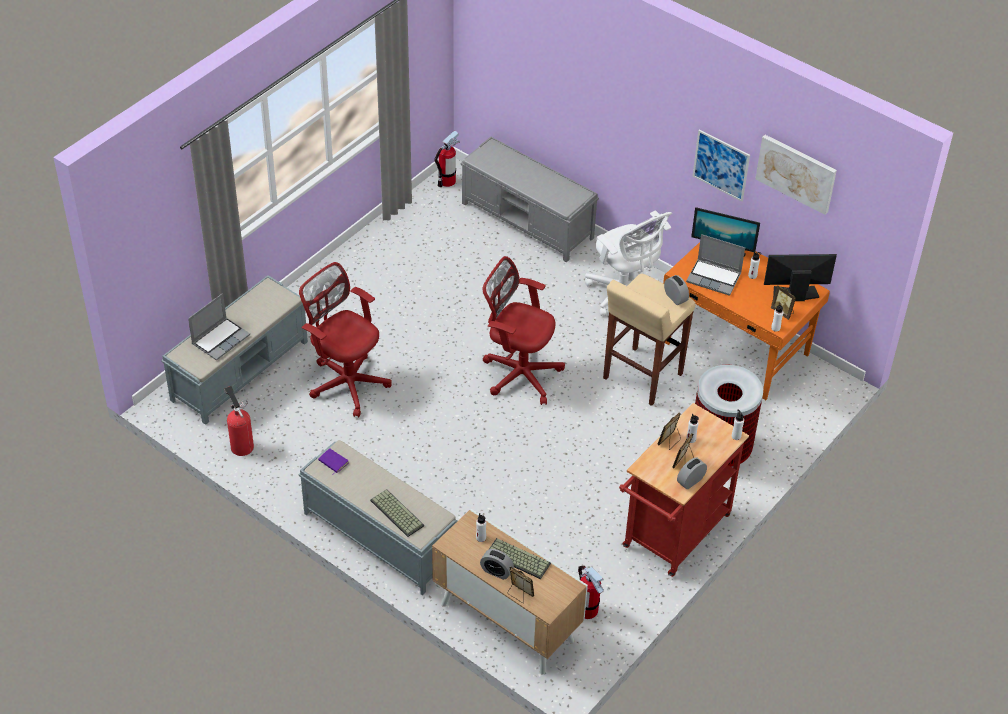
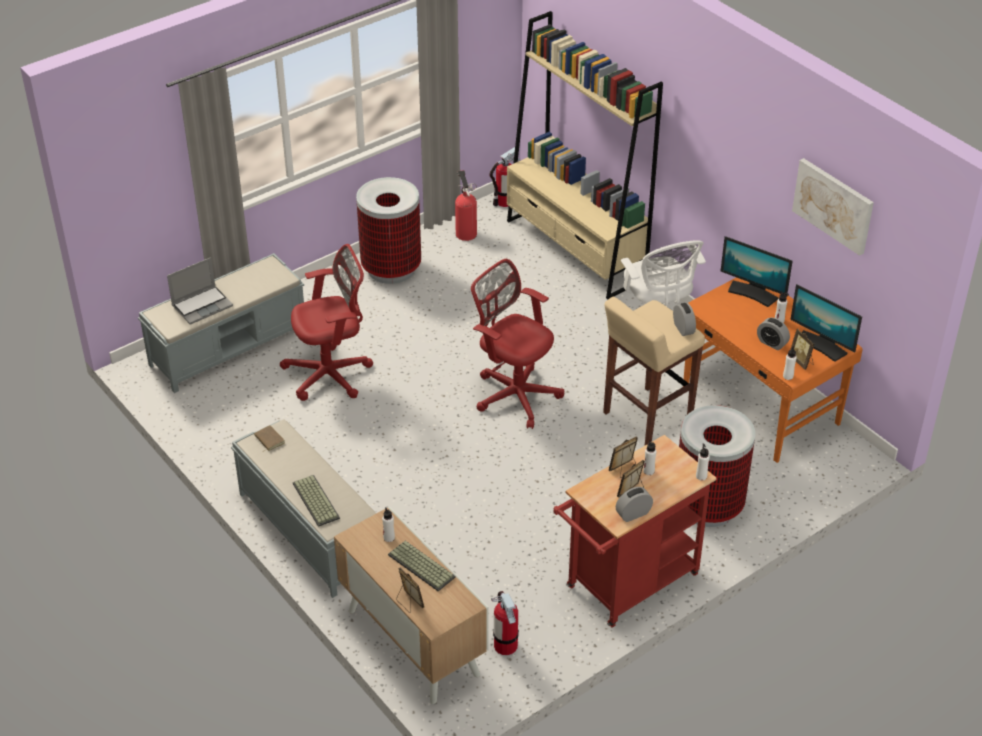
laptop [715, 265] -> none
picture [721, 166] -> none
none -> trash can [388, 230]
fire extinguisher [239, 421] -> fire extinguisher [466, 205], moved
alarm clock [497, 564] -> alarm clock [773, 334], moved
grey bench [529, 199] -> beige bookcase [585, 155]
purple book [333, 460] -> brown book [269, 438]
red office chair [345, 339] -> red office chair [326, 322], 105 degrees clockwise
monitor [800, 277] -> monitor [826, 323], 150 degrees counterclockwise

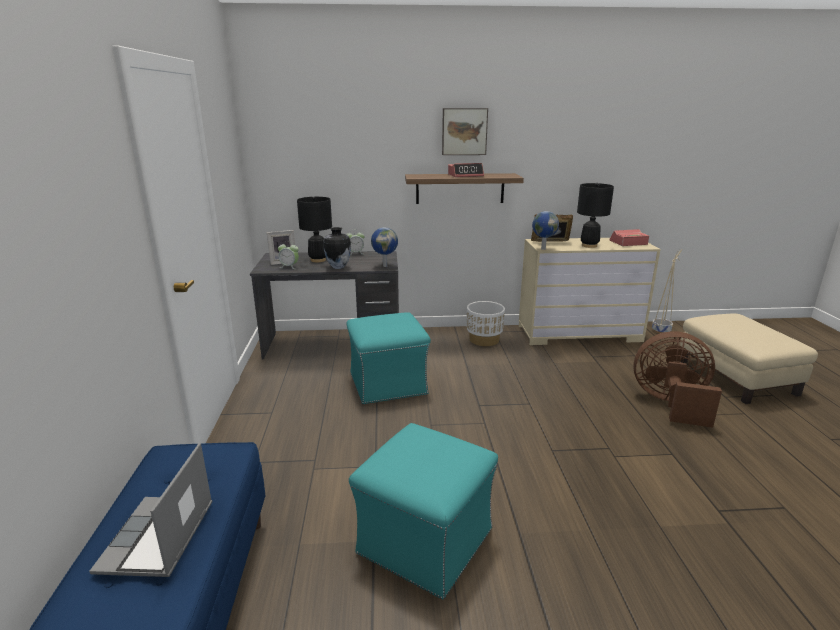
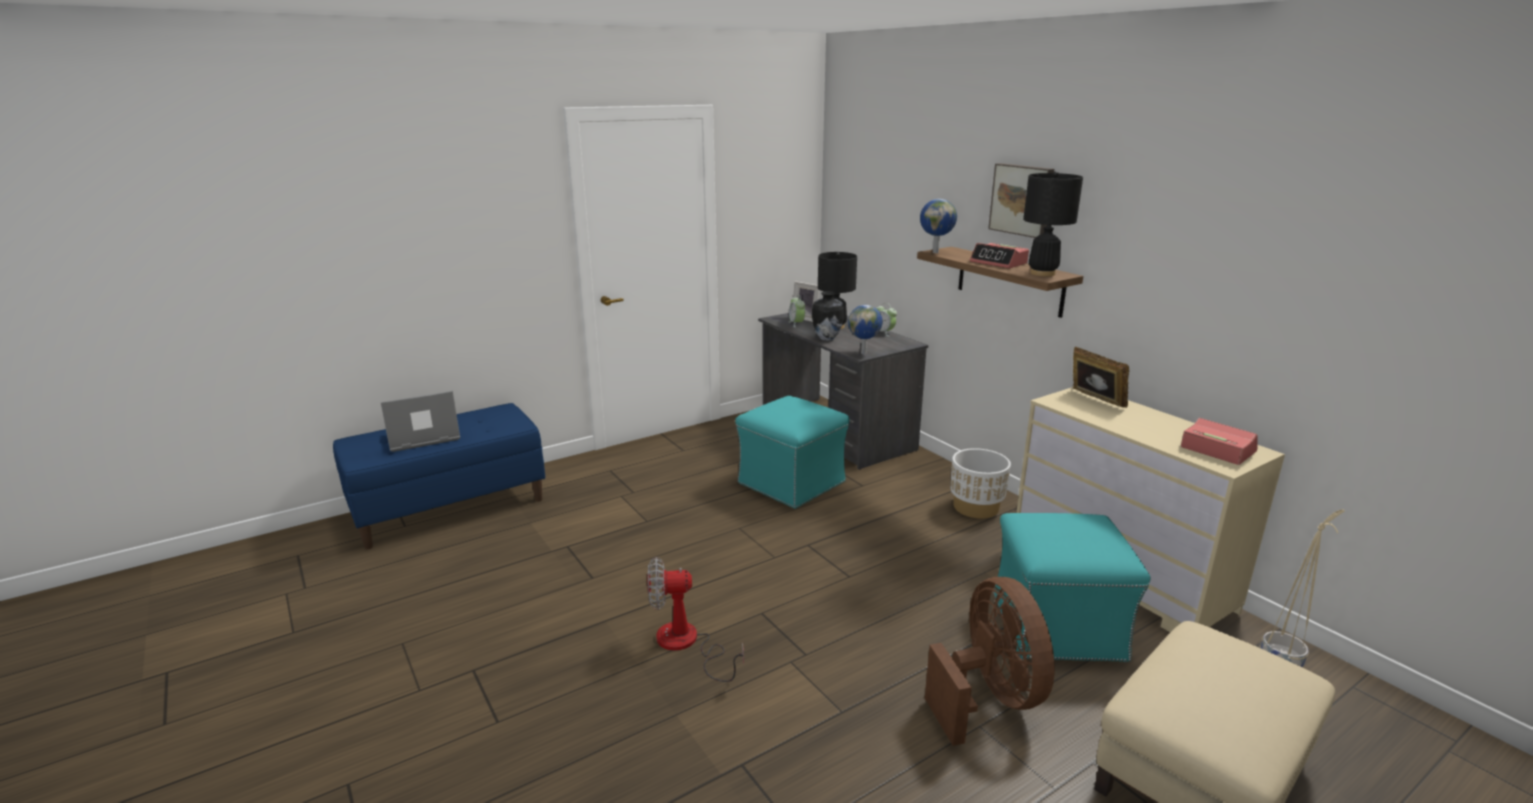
none -> fan [695, 619]
turquoise ottoman [423, 511] -> turquoise ottoman [1071, 587], moved
globe [545, 230] -> globe [938, 226], moved
black table lamp [595, 215] -> black table lamp [1053, 223], moved

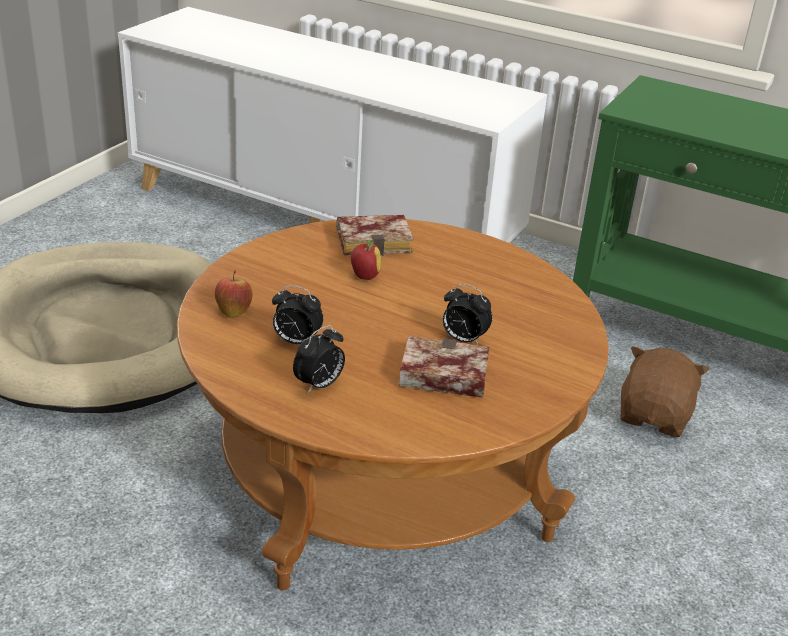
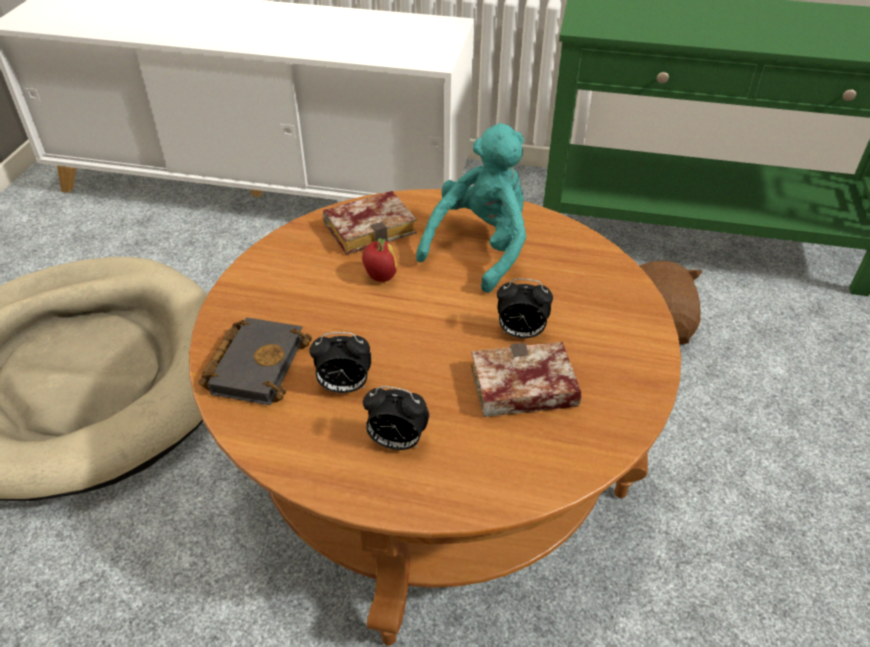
none -> turquoise plush toy [471, 208]
apple [233, 294] -> black book [255, 361]
alarm clock [319, 359] -> alarm clock [396, 418], 75 degrees clockwise

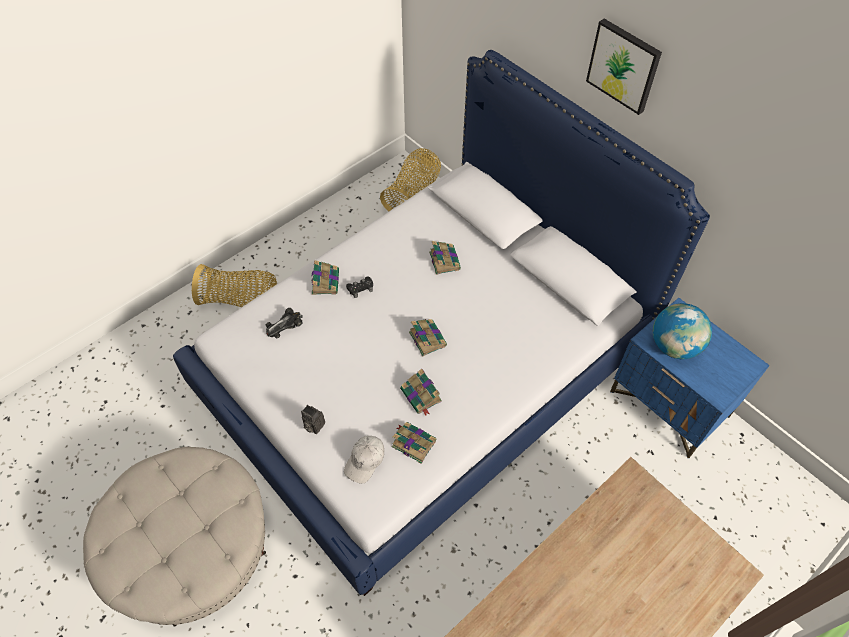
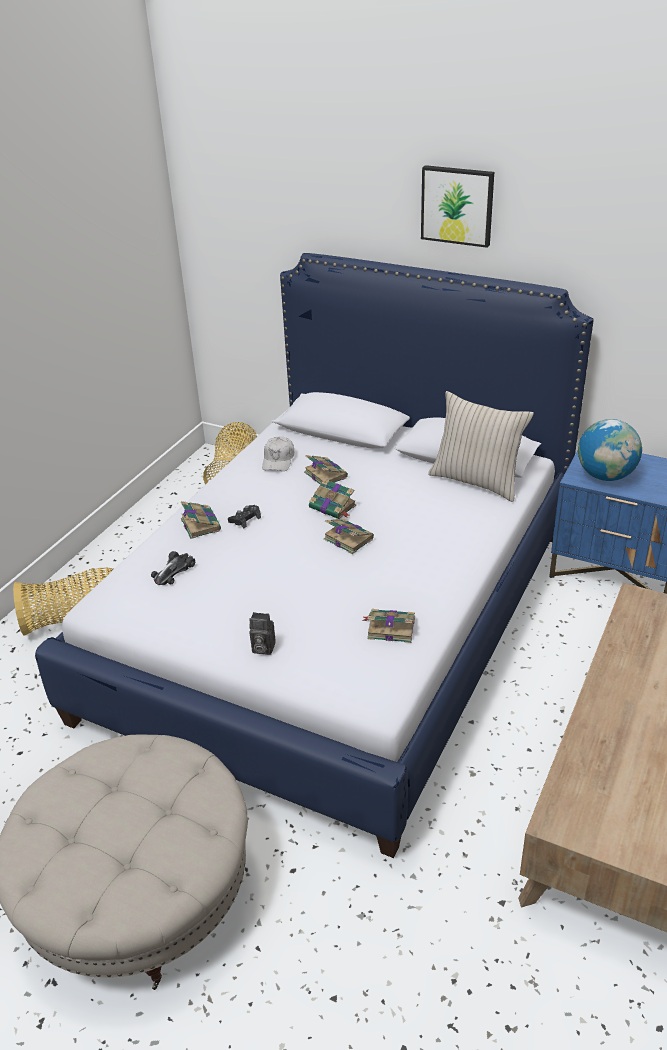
none -> beige pillow [481, 446]
white cap [364, 460] -> white cap [278, 453], moved
book [421, 392] -> book [332, 499], moved

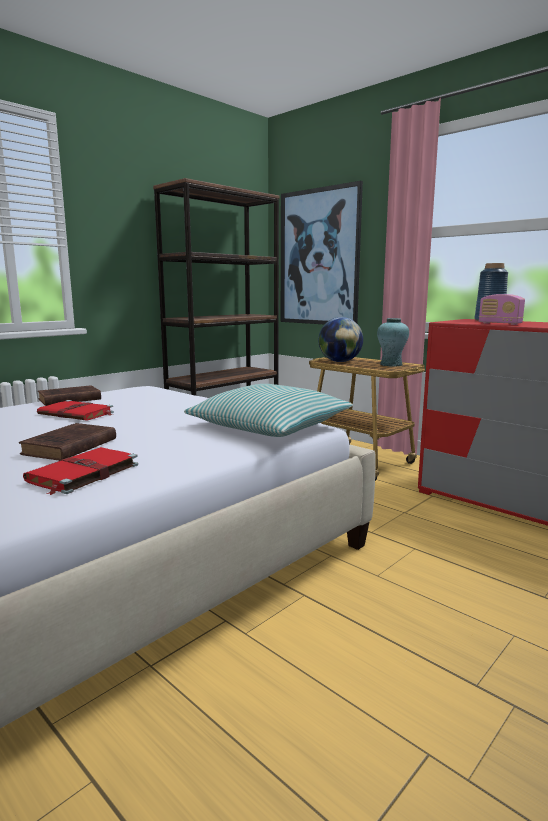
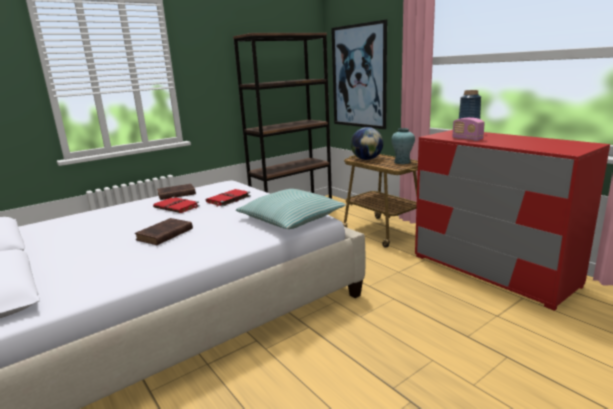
red book [80, 471] -> red book [228, 198], moved

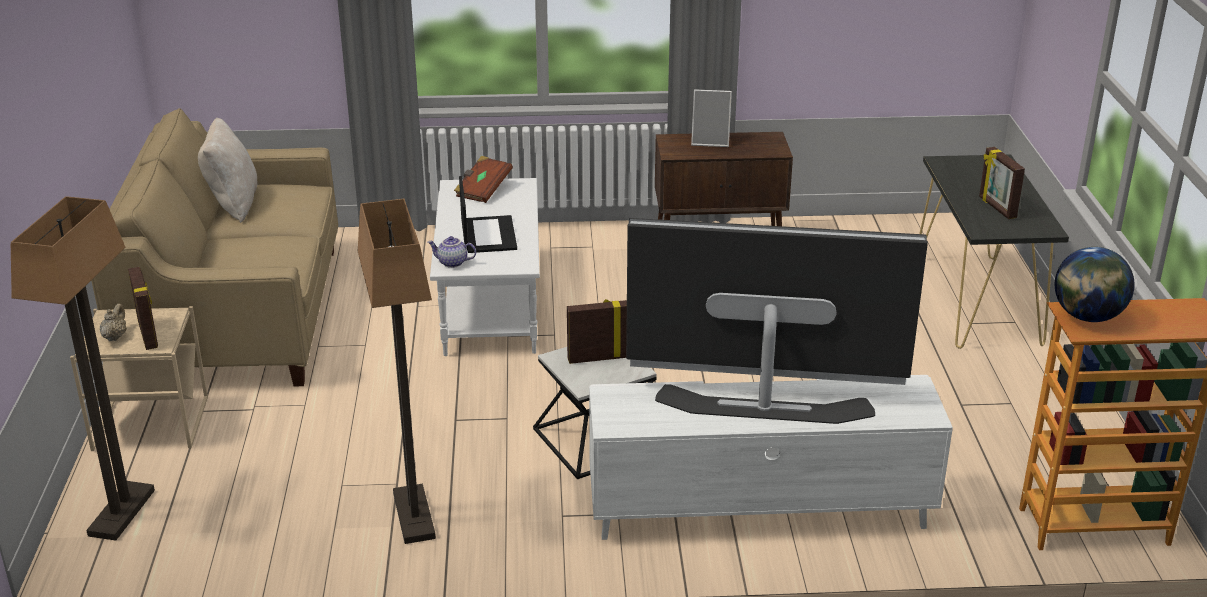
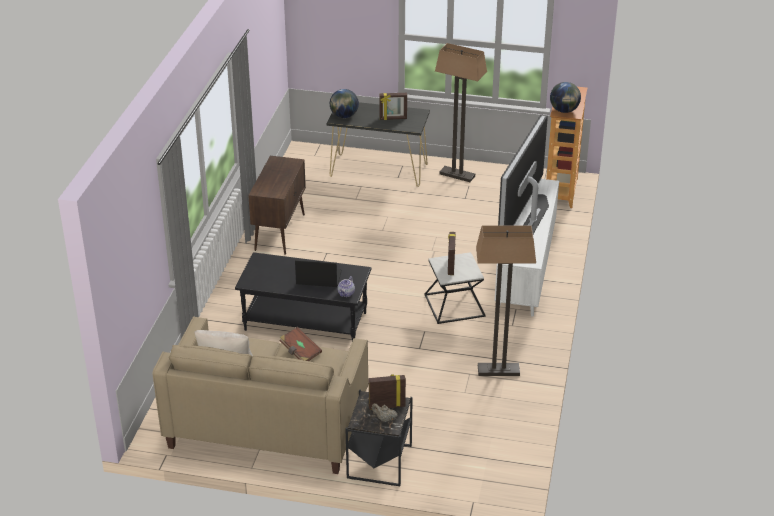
picture frame [711, 118] -> none
none -> globe [344, 103]
floor lamp [83, 368] -> floor lamp [461, 112], moved
brown book [483, 179] -> brown book [300, 344], moved
beige side table [139, 378] -> black side table [379, 437]
white coffee table [485, 267] -> black coffee table [303, 296]

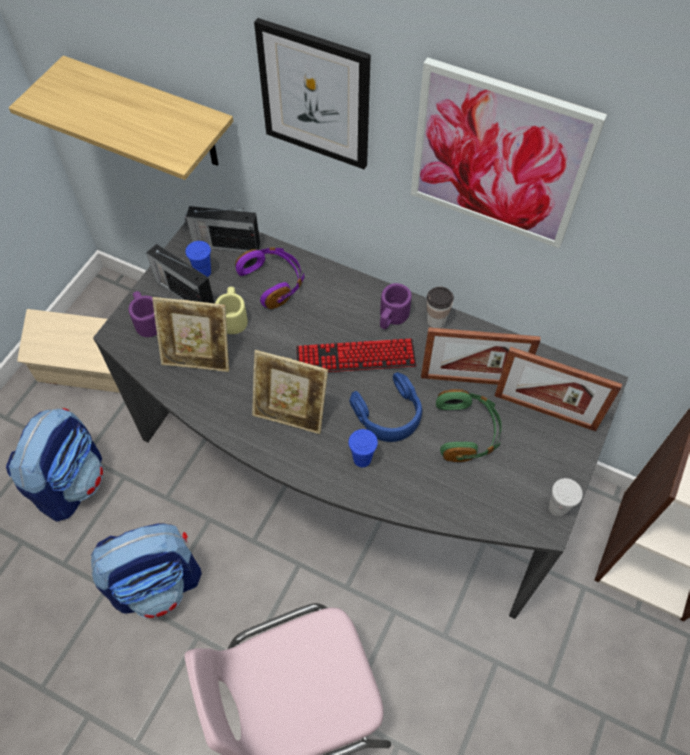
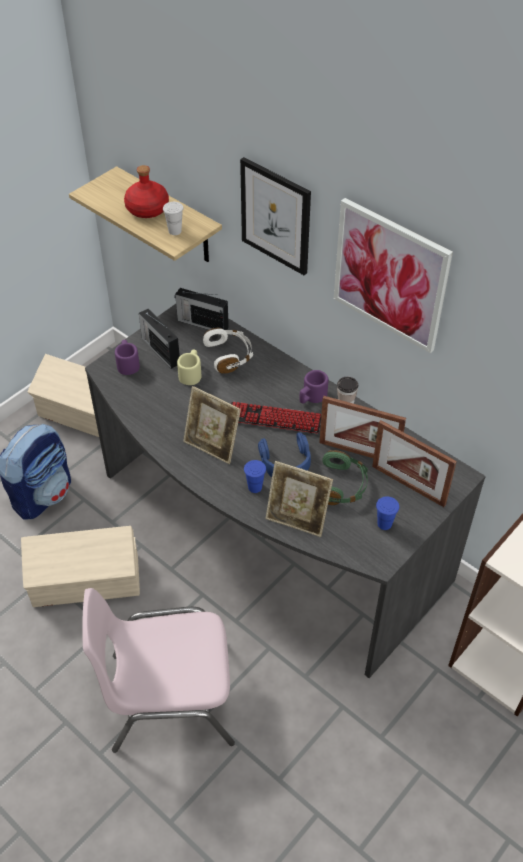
none -> red bottle [146, 191]
picture frame [190, 334] -> picture frame [299, 499], moved
blue cup [198, 259] -> blue cup [387, 513], moved
white cup [566, 497] -> white cup [173, 218], moved
backpack [146, 570] -> beige storage box [80, 566]
purple headphones [270, 278] -> white headphones [228, 351]

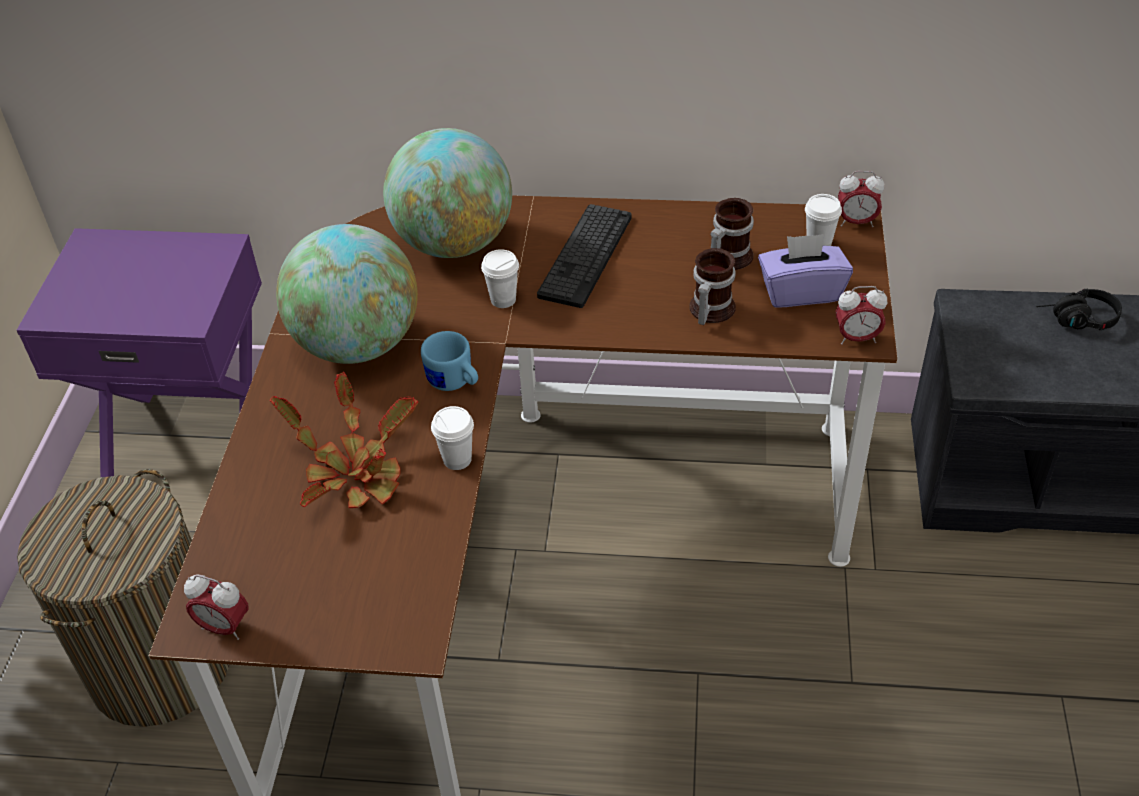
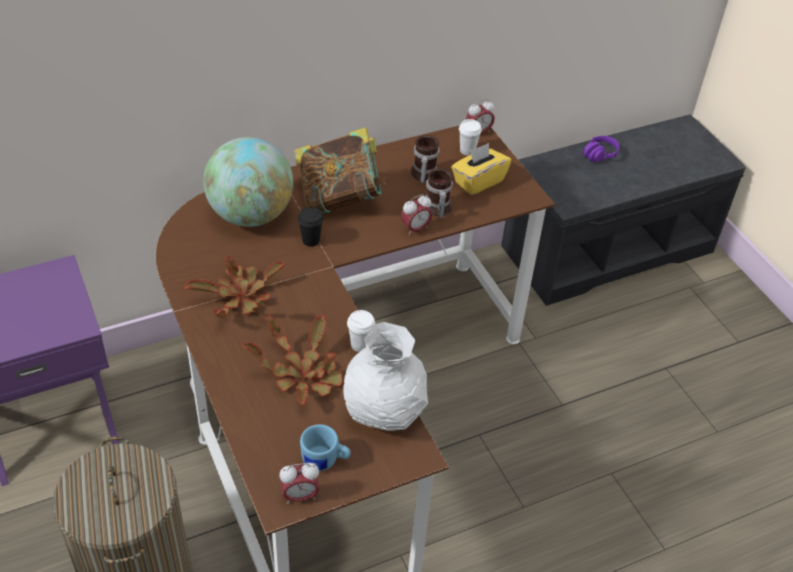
none -> white vase [385, 376]
blue mug [449, 361] -> blue mug [325, 447], moved
alarm clock [861, 315] -> alarm clock [417, 215], moved
globe [347, 294] -> potted plant [234, 286]
keyboard [584, 256] -> book [340, 170]
white cup [500, 278] -> black cup [311, 227]
purple tissue box [805, 270] -> yellow tissue box [481, 169]
black headphones [1079, 309] -> purple headphones [597, 149]

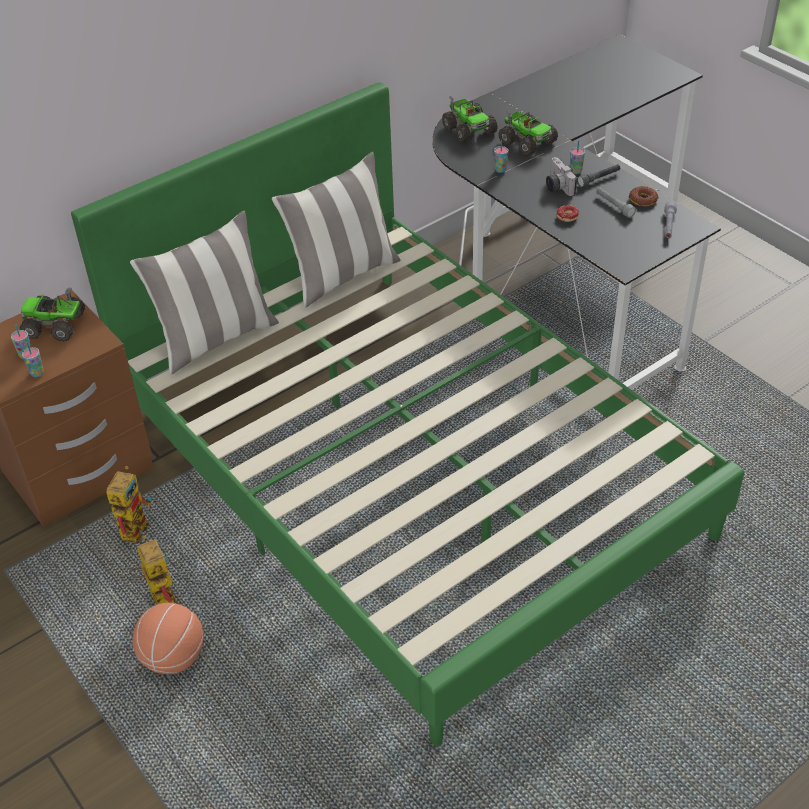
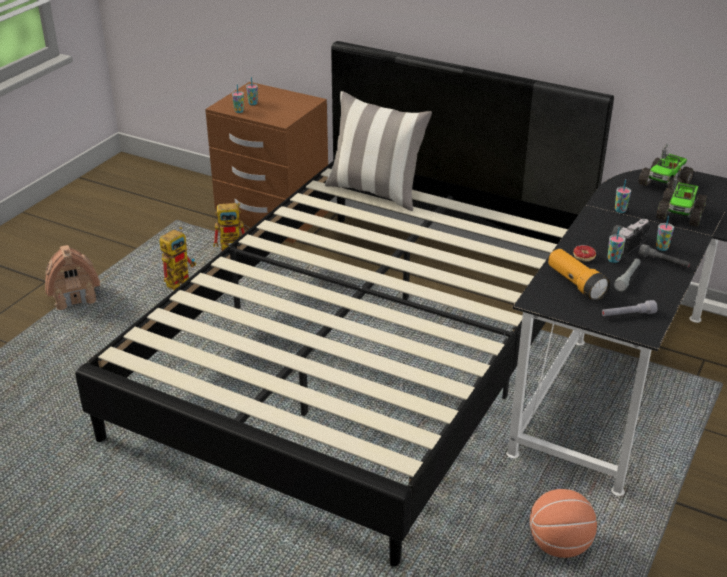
toy truck [52, 315] -> none
pillow [336, 230] -> none
donut [643, 196] -> none
none -> toy house [72, 278]
none -> flashlight [579, 275]
none -> cup [616, 245]
basketball [168, 638] -> basketball [563, 523], moved
green bed [407, 414] -> black bed [344, 304]

